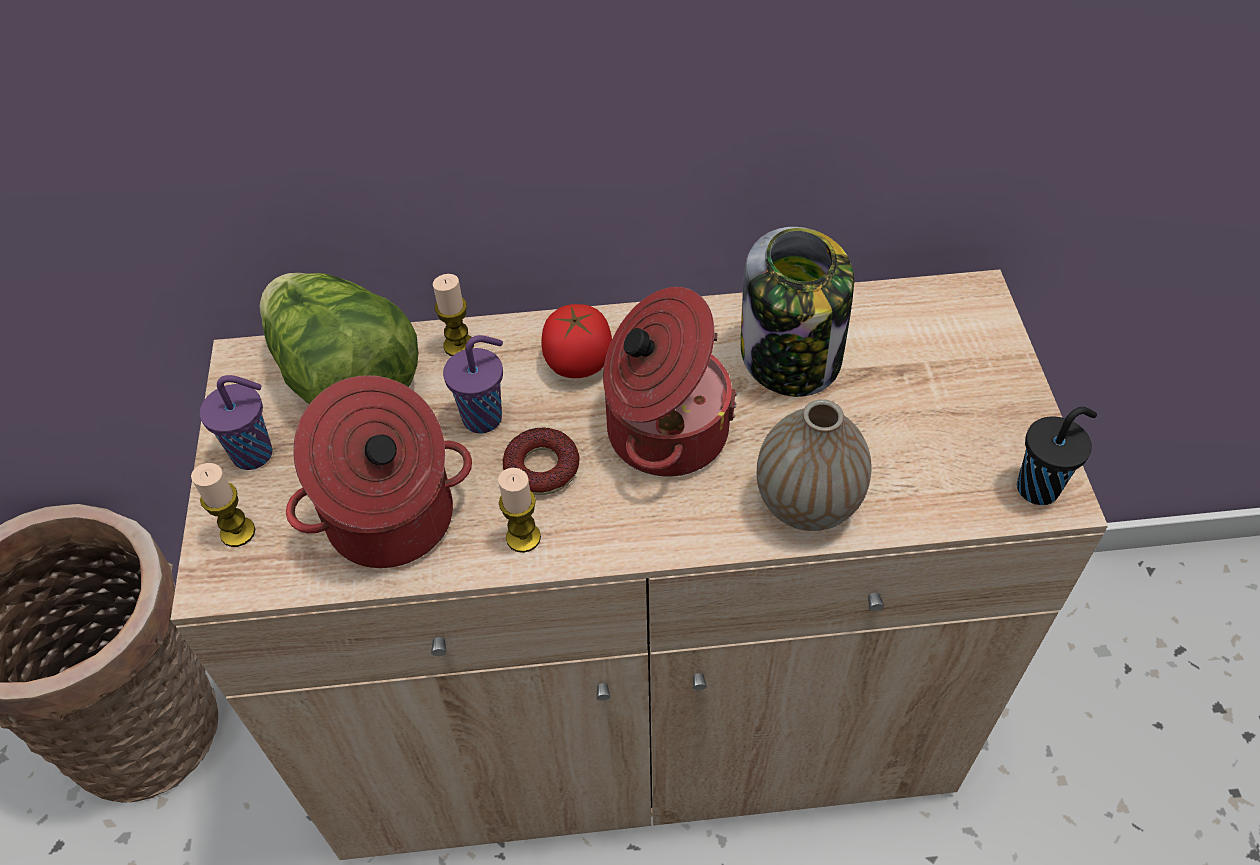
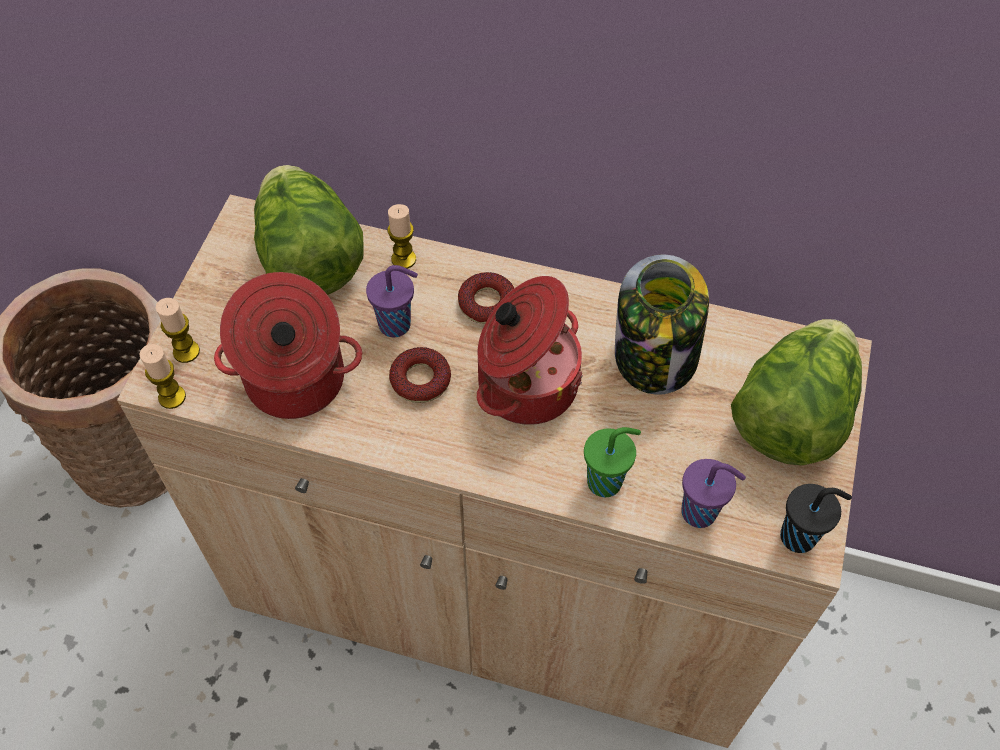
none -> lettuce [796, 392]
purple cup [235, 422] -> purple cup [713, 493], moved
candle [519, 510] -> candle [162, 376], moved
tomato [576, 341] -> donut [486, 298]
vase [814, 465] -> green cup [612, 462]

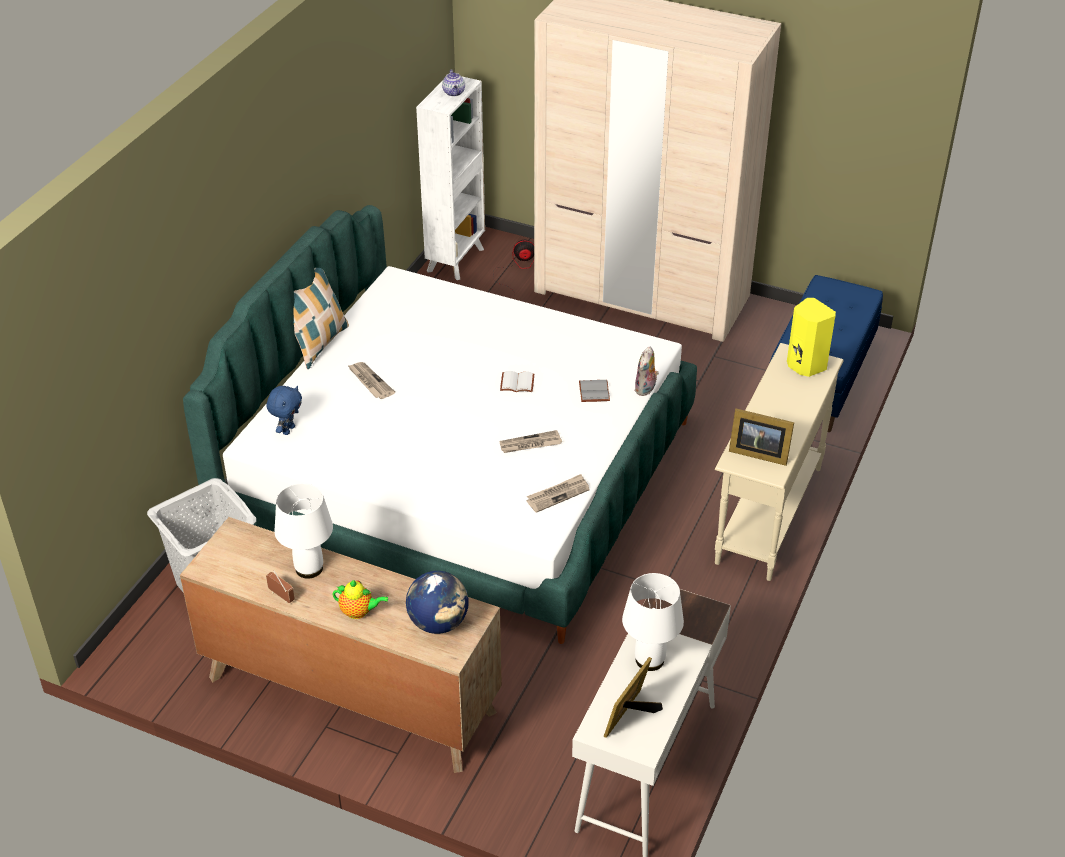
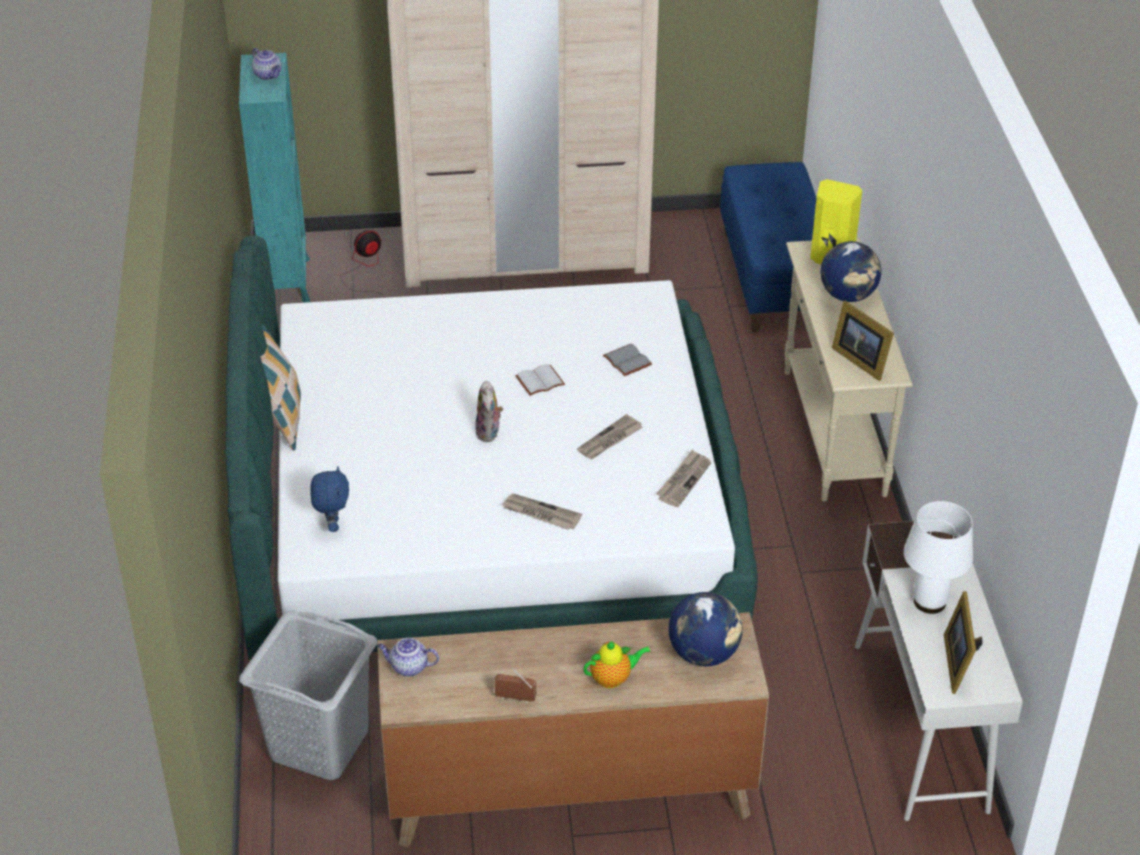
white table lamp [303, 531] -> none
none -> teapot [408, 657]
none -> globe [851, 271]
newspaper [371, 380] -> newspaper [542, 512], moved
plush toy [647, 371] -> plush toy [489, 411], moved
white bookcase [450, 178] -> turquoise bookcase [275, 178]
picture frame [761, 437] -> picture frame [863, 341], 60 degrees clockwise

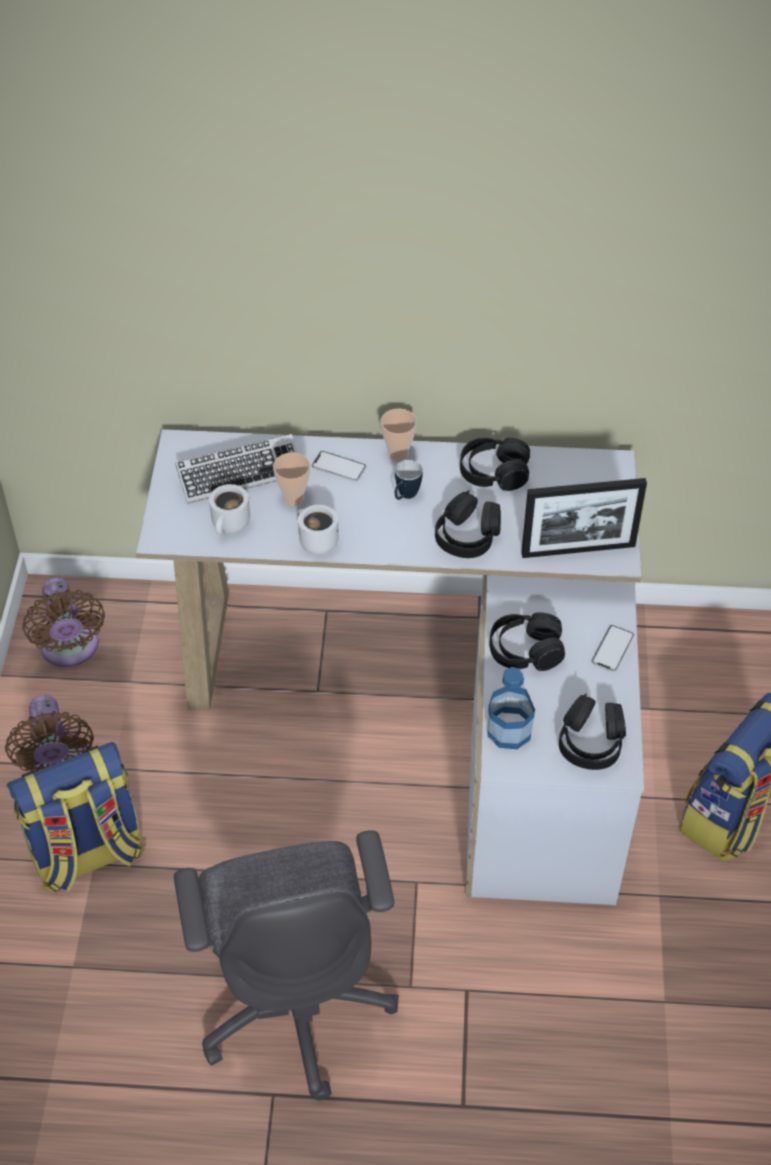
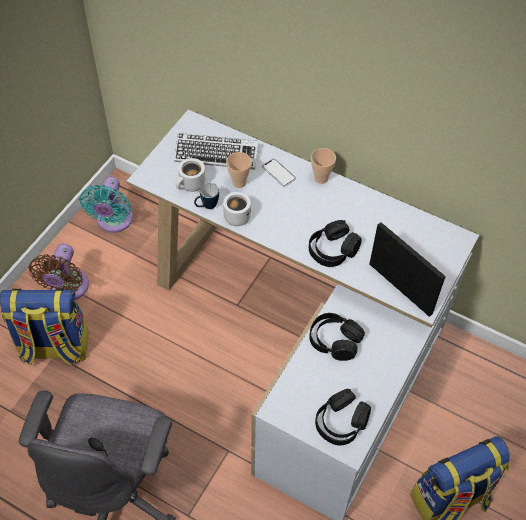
black headphones [495, 464] -> none
bottle [511, 708] -> none
phone [612, 648] -> none
mug [409, 480] -> mug [206, 196], moved
brown fan [63, 622] -> turquoise fan [106, 204]
picture frame [584, 518] -> picture frame [407, 269], 150 degrees counterclockwise

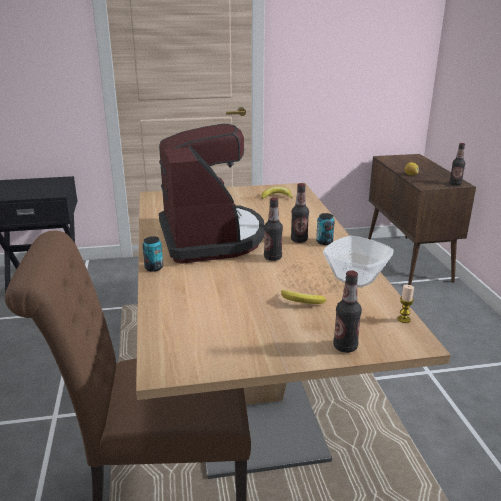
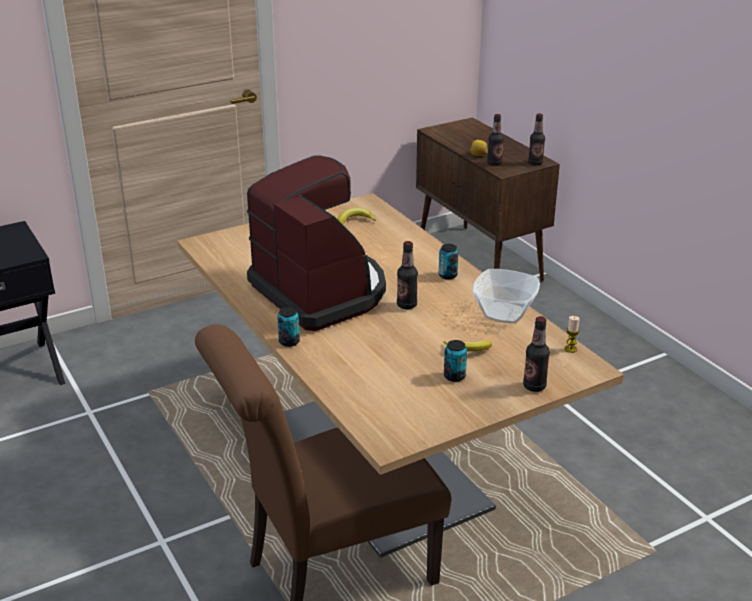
none -> can [455, 361]
bottle [300, 213] -> bottle [495, 140], moved

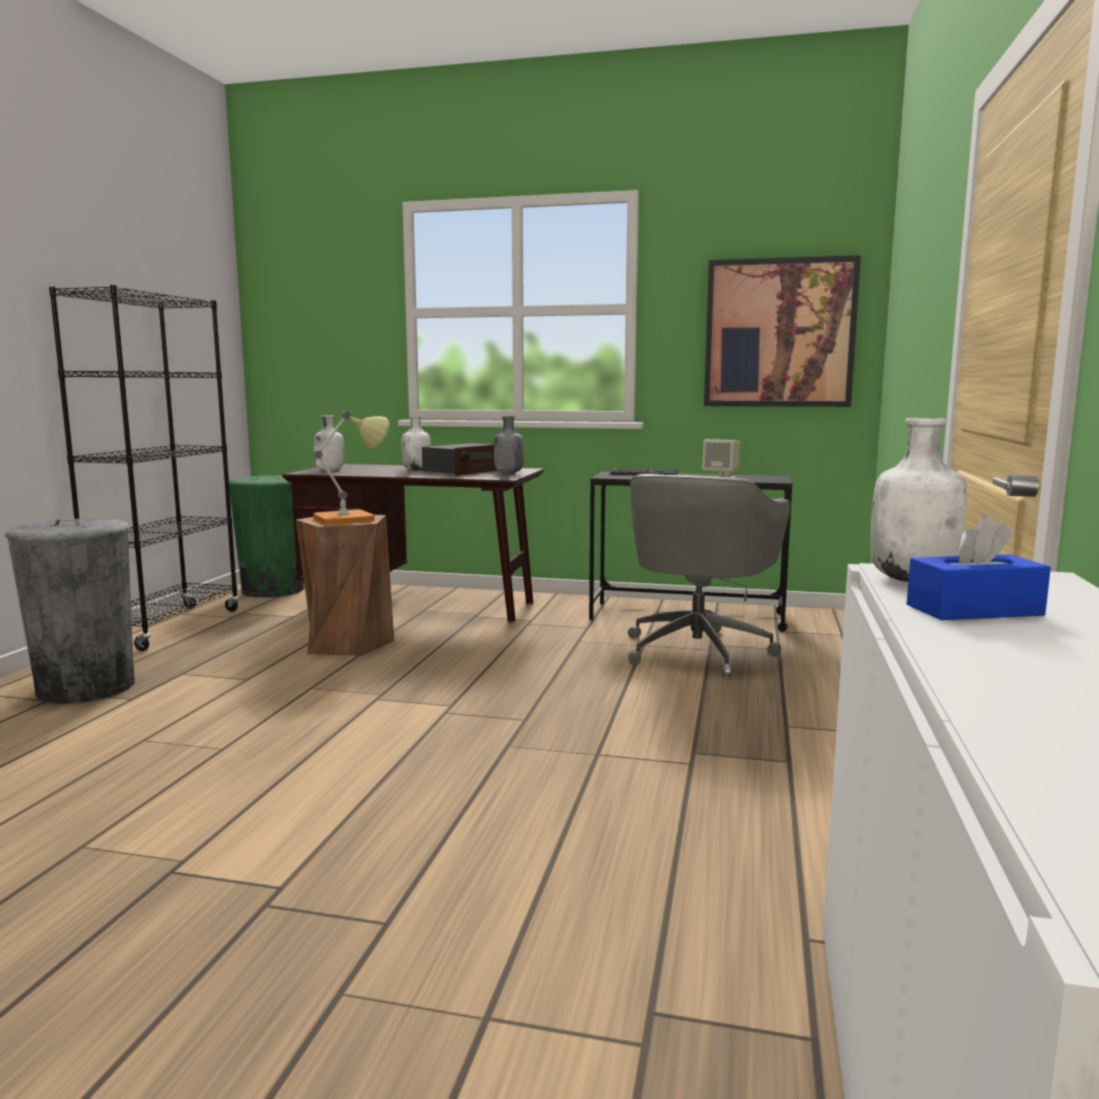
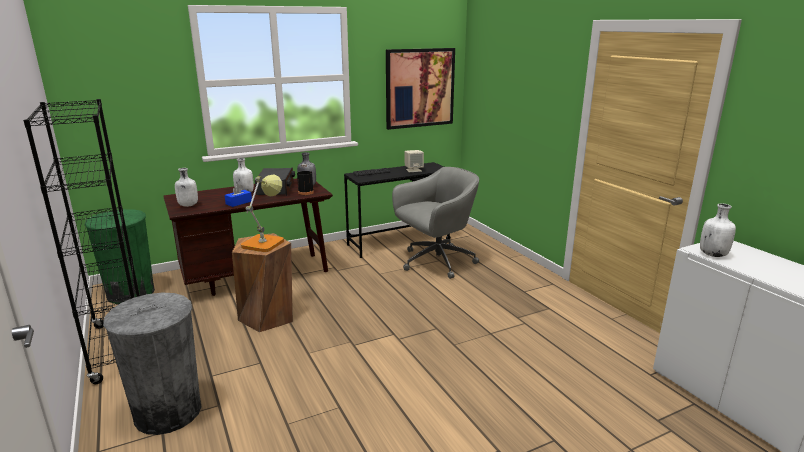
none -> black bottle [305, 179]
blue tissue box [979, 567] -> blue tissue box [238, 195], moved
grey office chair [709, 576] -> grey office chair [435, 223], 105 degrees counterclockwise

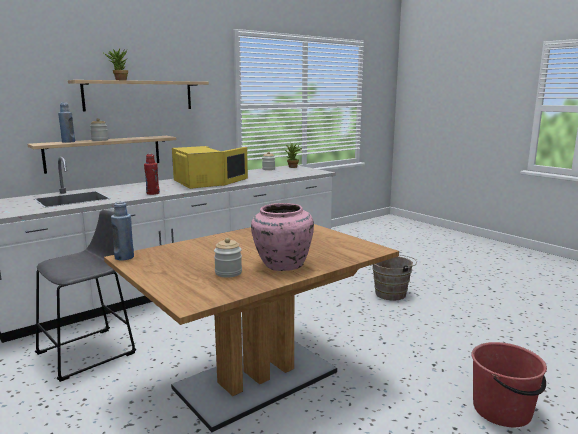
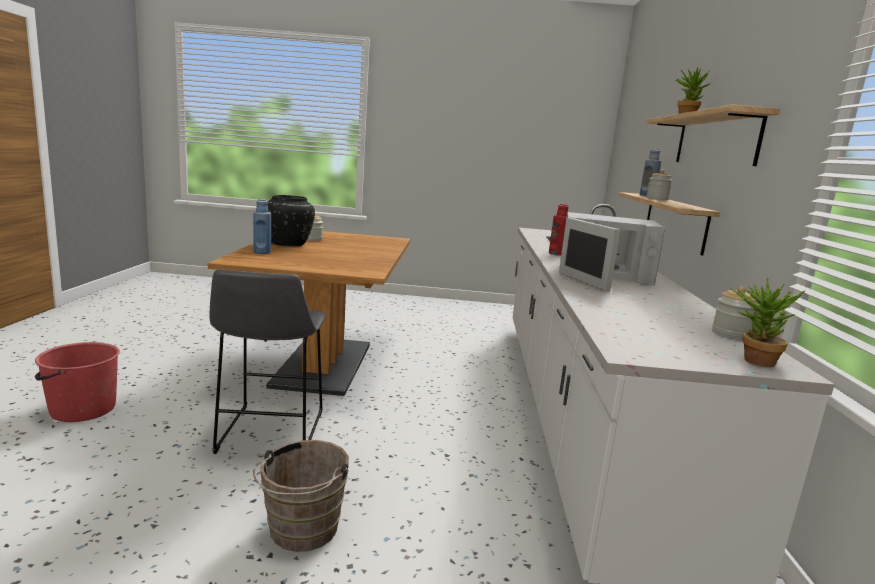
grey stool [85, 296] -> grey stool [268, 361], moved
blue bottle [122, 231] -> blue bottle [262, 226], moved
yellow microwave [210, 167] -> white microwave [612, 252]
pink vase [282, 237] -> black vase [291, 221]

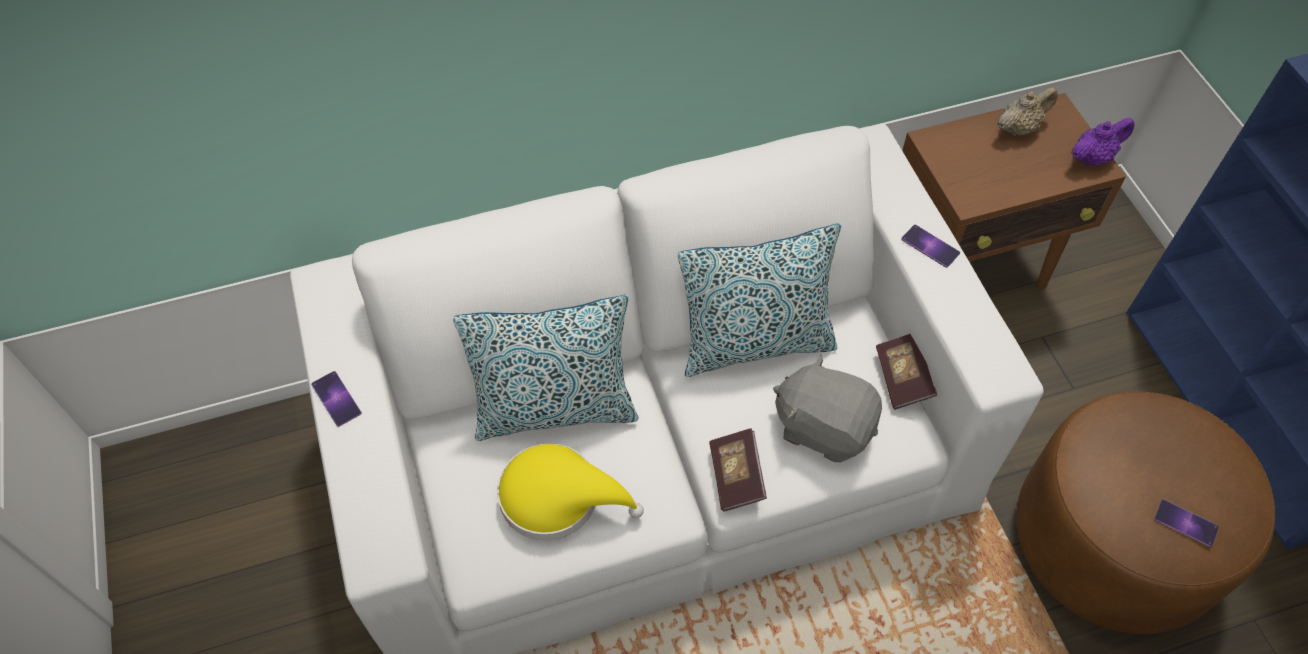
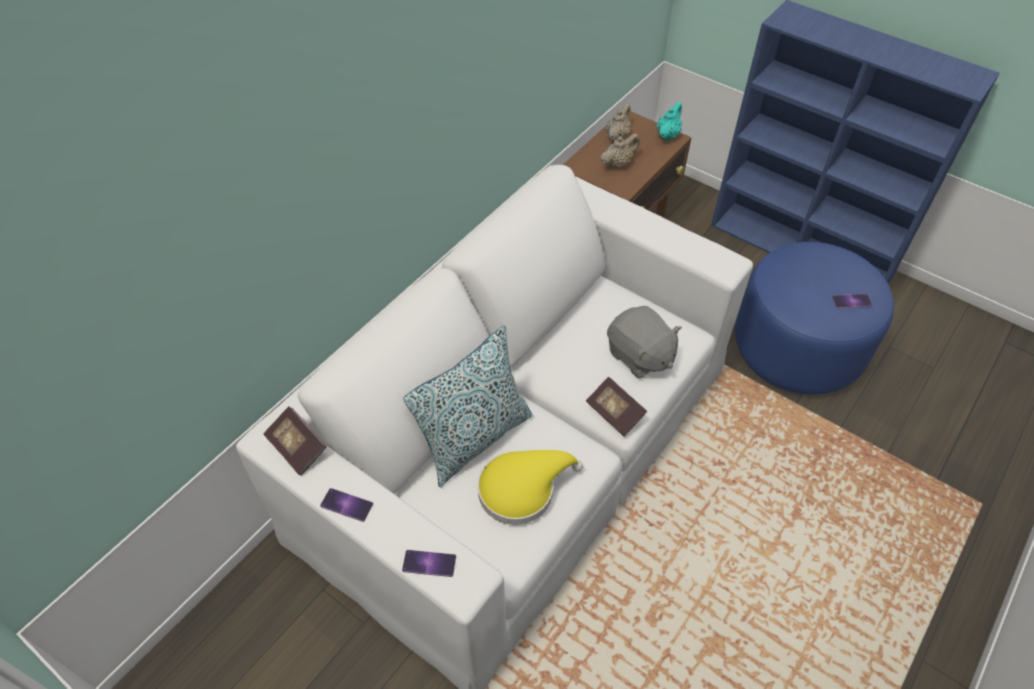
pillow [759, 300] -> none
none -> beige teapot [620, 151]
book [906, 372] -> book [295, 441], moved
phone [930, 246] -> phone [429, 563], moved
brown ottoman [1145, 513] -> blue ottoman [814, 318]
purple teapot [1103, 142] -> turquoise teapot [669, 121]
grey plush toy [827, 407] -> grey plush toy [644, 342], 120 degrees counterclockwise

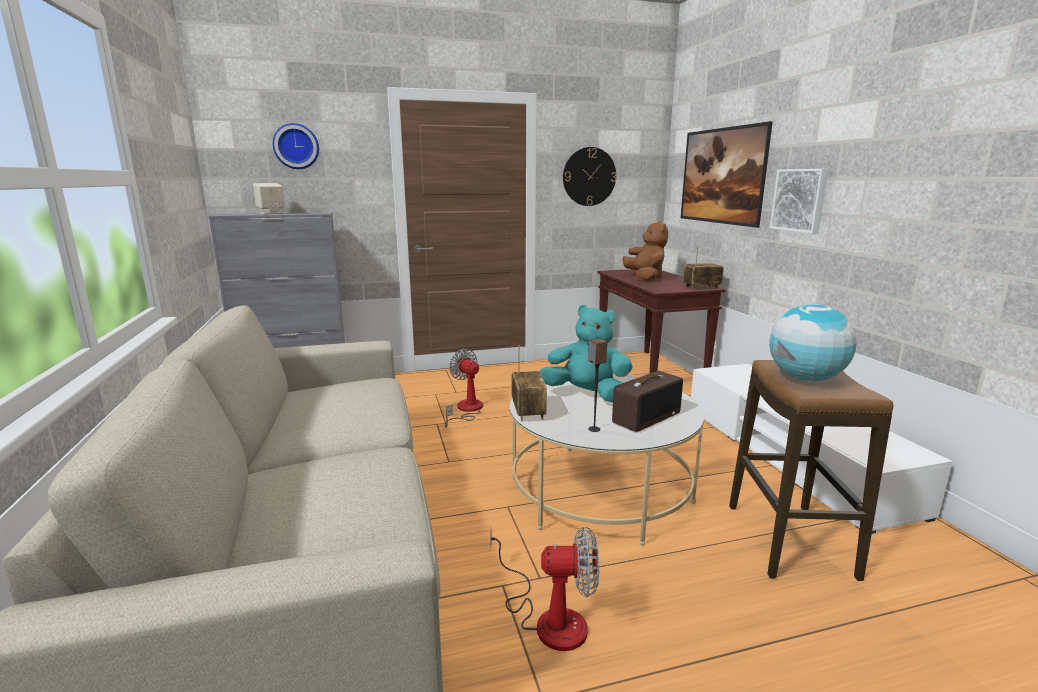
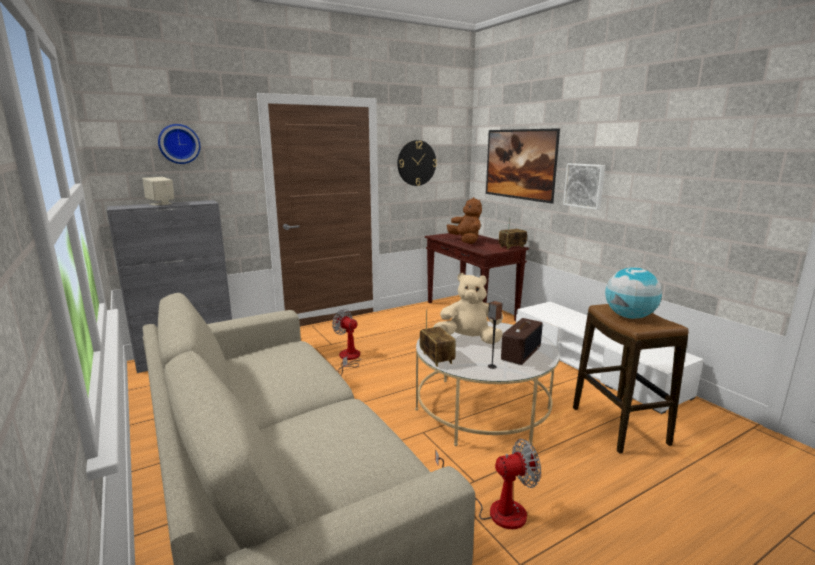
turquoise plush toy [586, 353] -> beige plush toy [468, 308]

